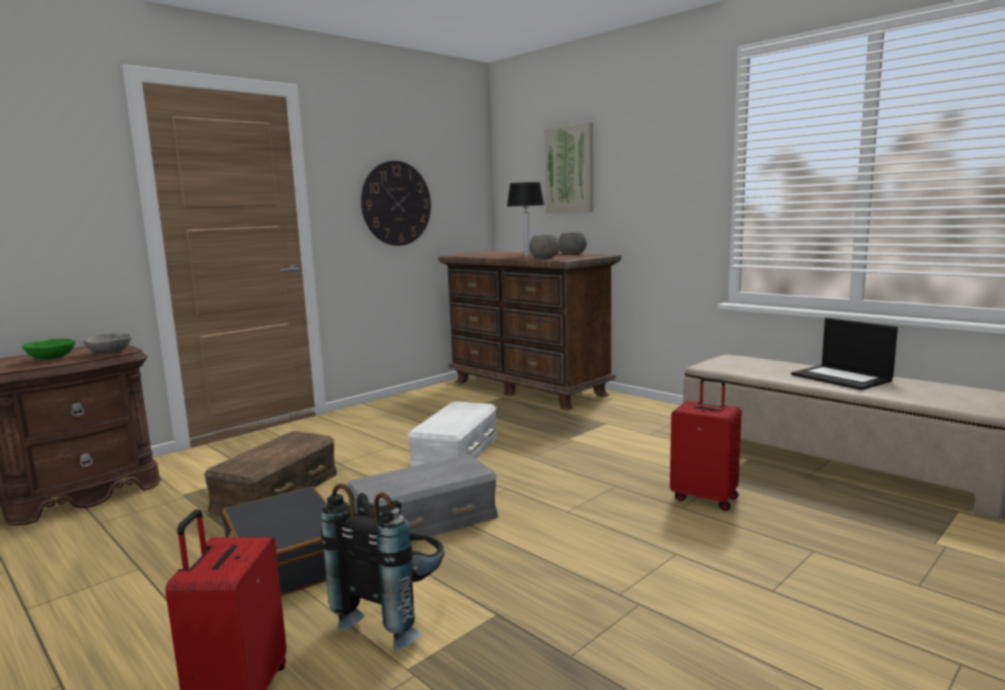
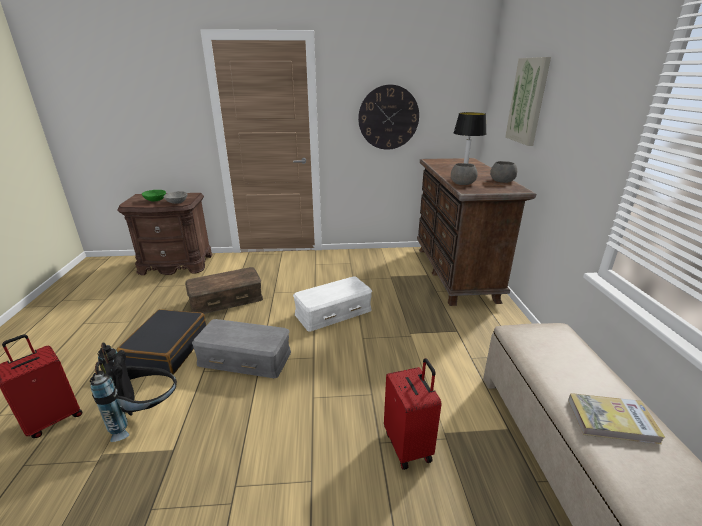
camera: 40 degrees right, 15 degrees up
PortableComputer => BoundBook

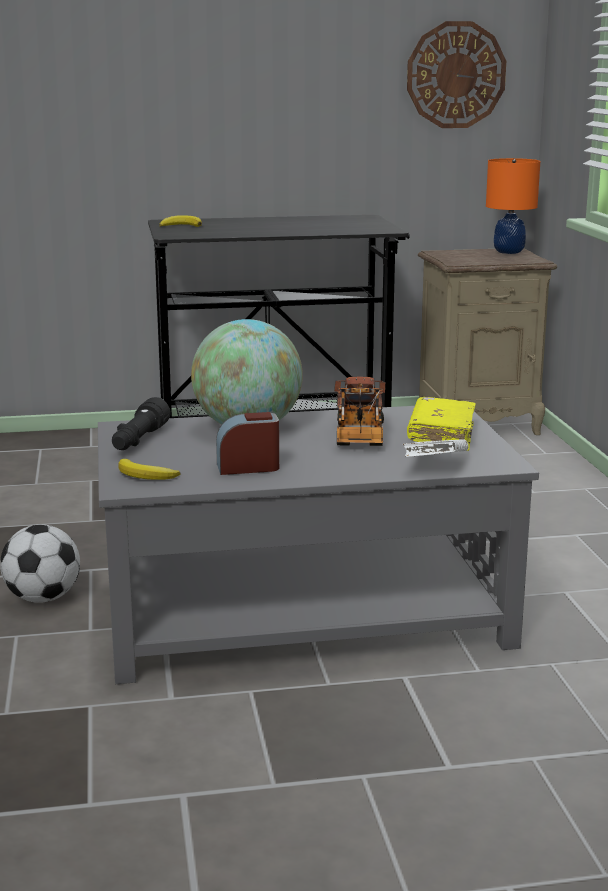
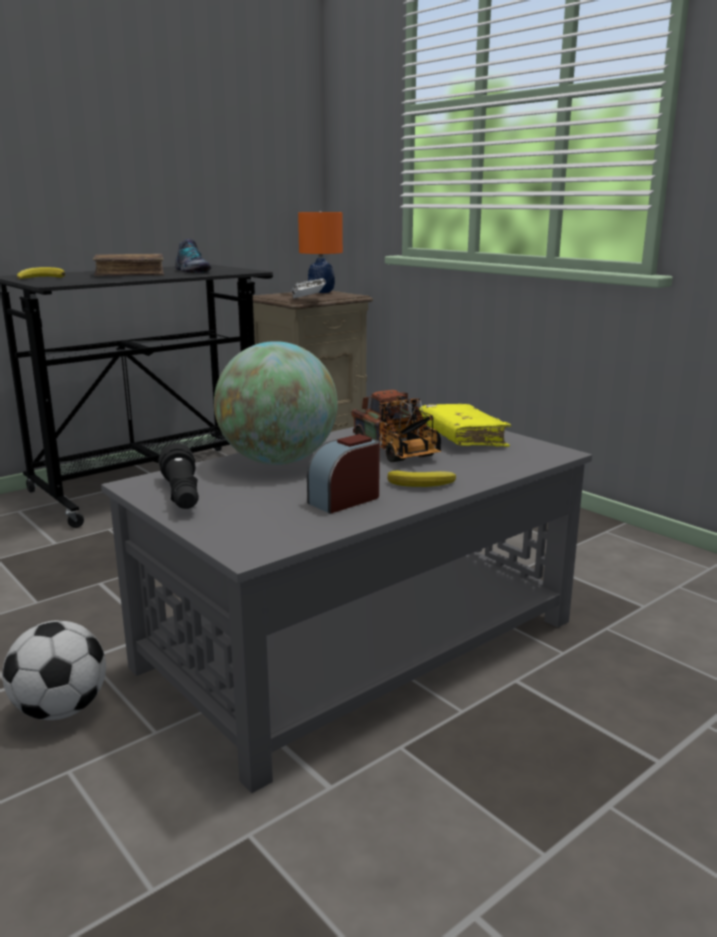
camera: 30 degrees left, 0 degrees up
ClockOnTheWall => nothing
WhitishBoundBook, shifted
BananaFruit (no. 1 from left in the first image) => BananaFruit (no. 2 from left), shifted
nothing => ItemOfFootwear
nothing => BrownishBoundBook

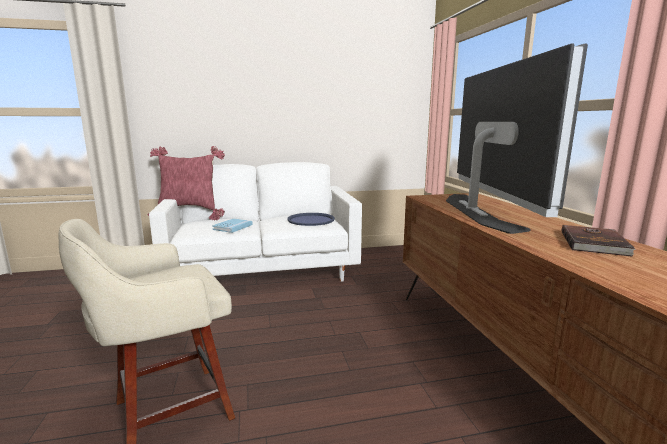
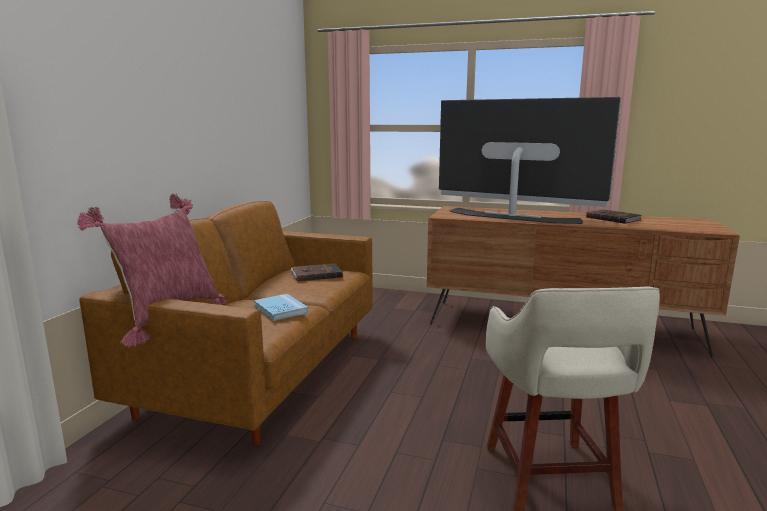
camera: 60 degrees left, 0 degrees up
WhitishSofa => BrownishSofa
BlueColouredTray => BrownishBoundBook (no. 1 from left)

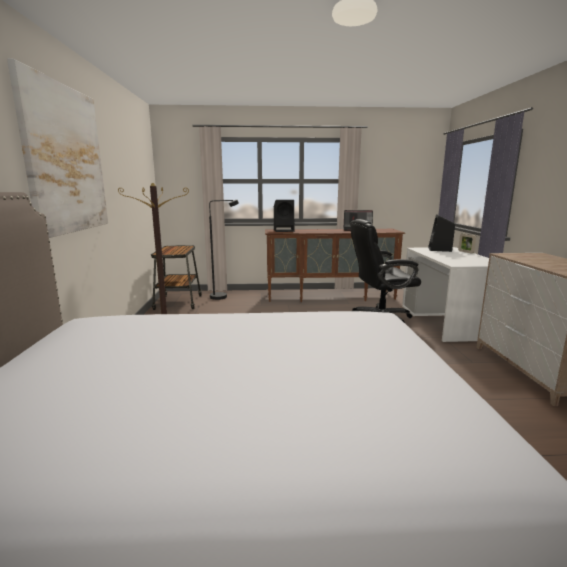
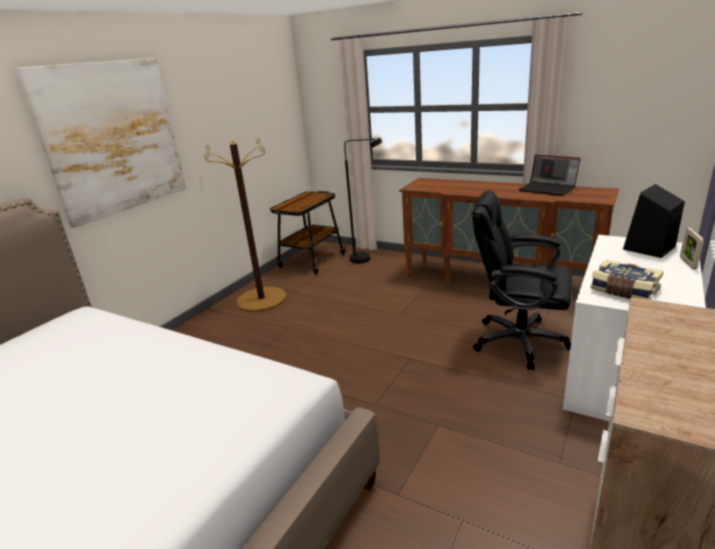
camera: 35 degrees right, 10 degrees up
BlackishAudioSpeaker (no. 1 from left) => nothing
nothing => BoundBook

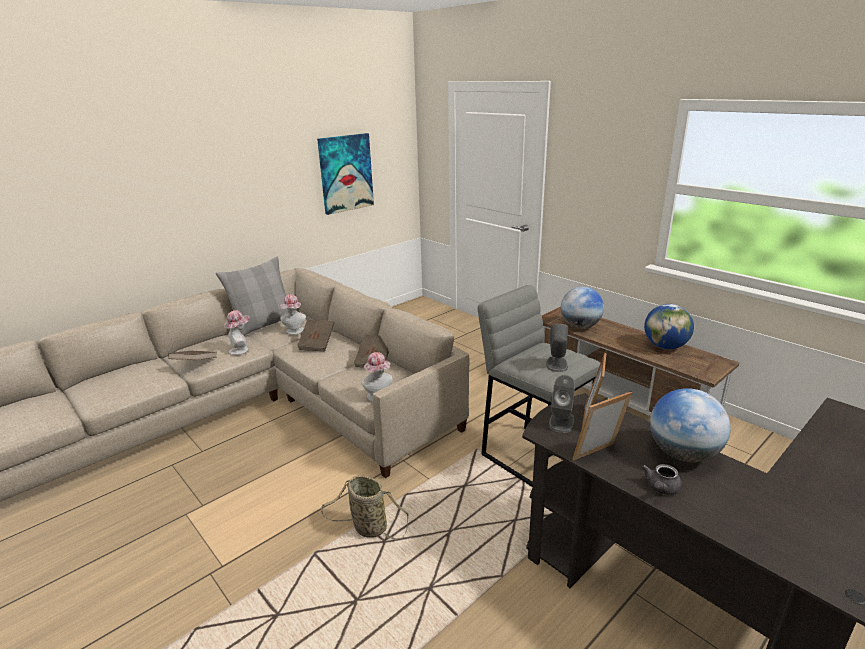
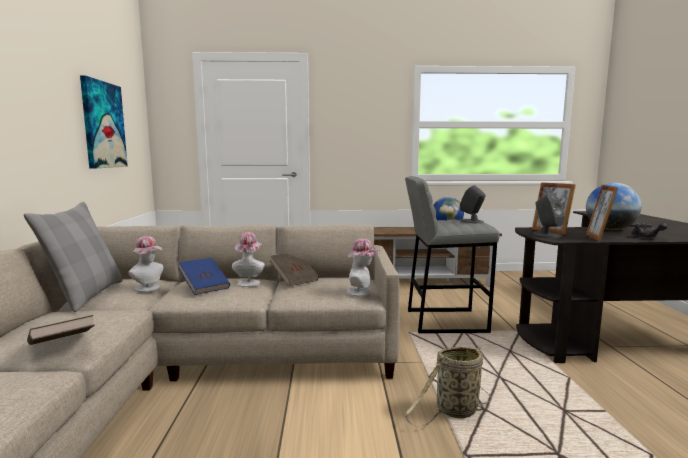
camera: 50 degrees left, 15 degrees down
WorldGlobe (no. 1 from left) => nothing
Hat (no. 1 from left in the first image) => Hat (no. 2 from left), shifted
BrownishBoundBook (no. 2 from left) => BlueColouredBoundBook

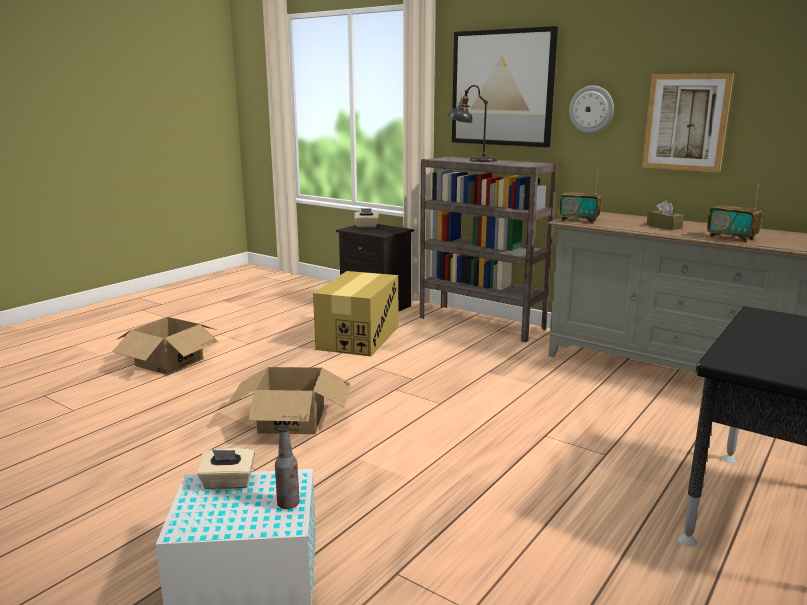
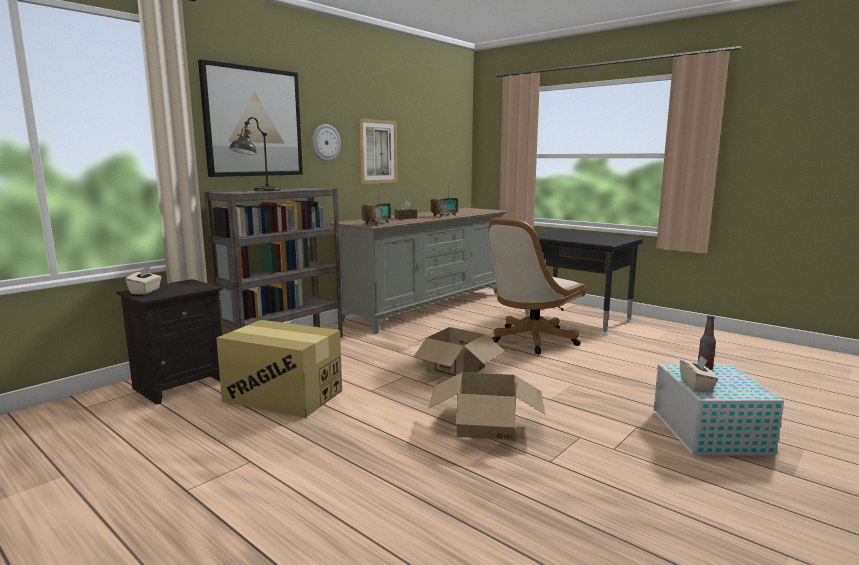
camera: 85 degrees left, 5 degrees down
CardboardBox (no. 1 from left in the first image) => CardboardBox (no. 2 from left), shifted
nothing => OfficeChair

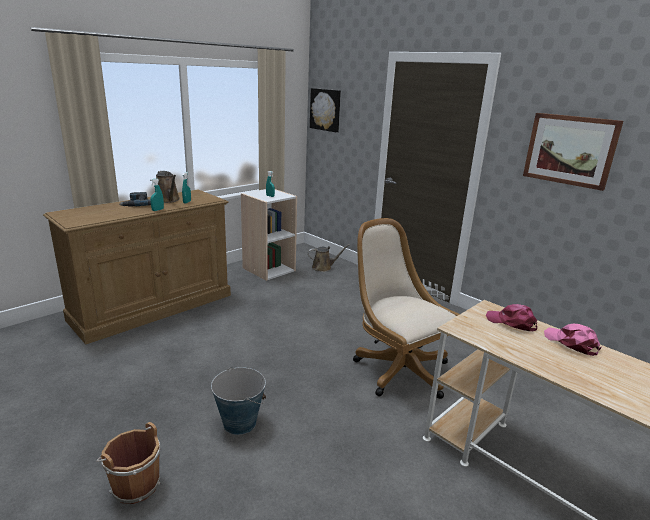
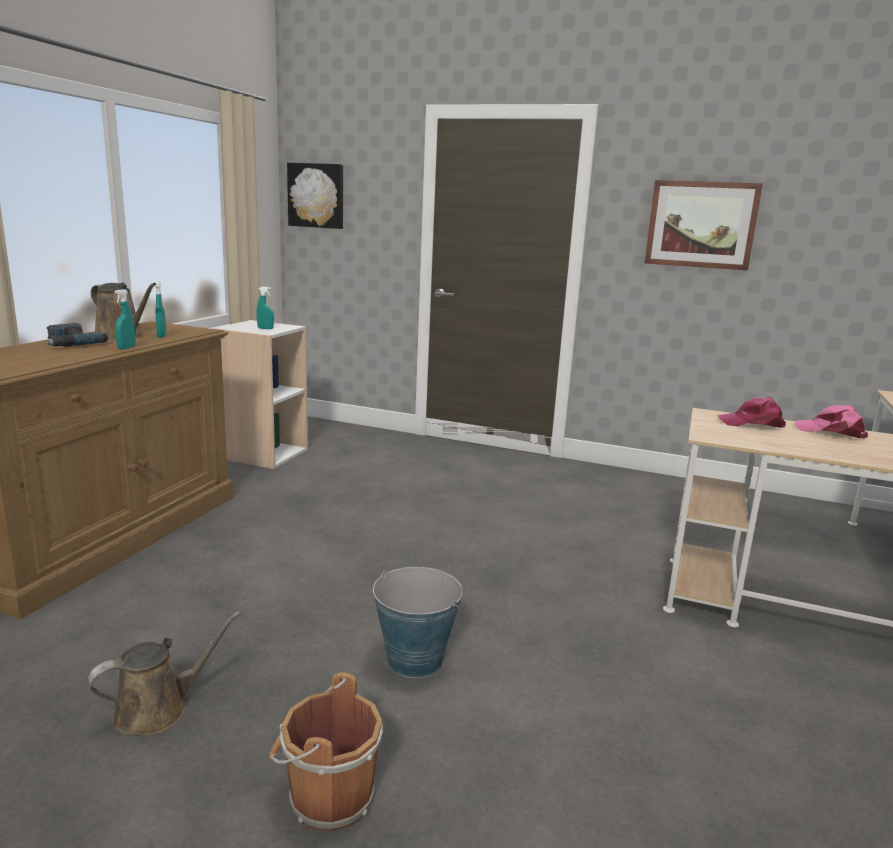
camera: 25 degrees left, 5 degrees down
OfficeChair => nothing
BrownishWateringPot (no. 2 from left), shifted

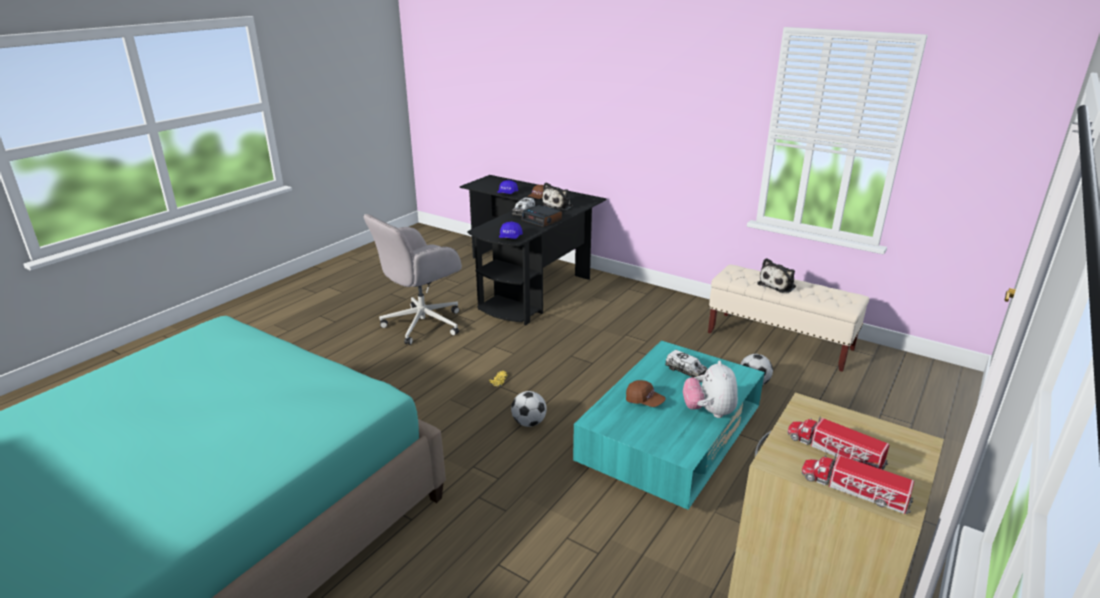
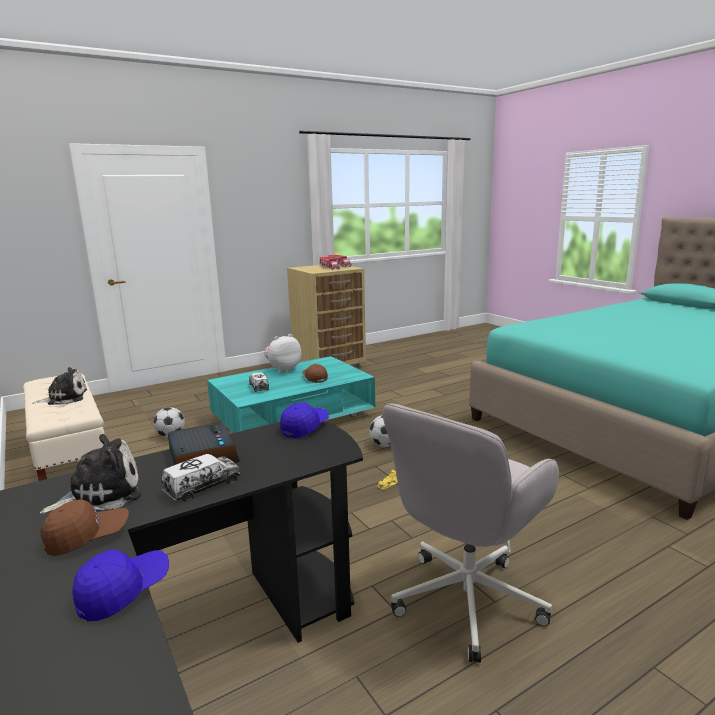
camera: 155 degrees left, 10 degrees down
GreyishOfficeChair, 150 degrees clockwise
CuddlyToy (no. 2 from left in the first image) => CuddlyToy (no. 3 from left), 150 degrees counterclockwise

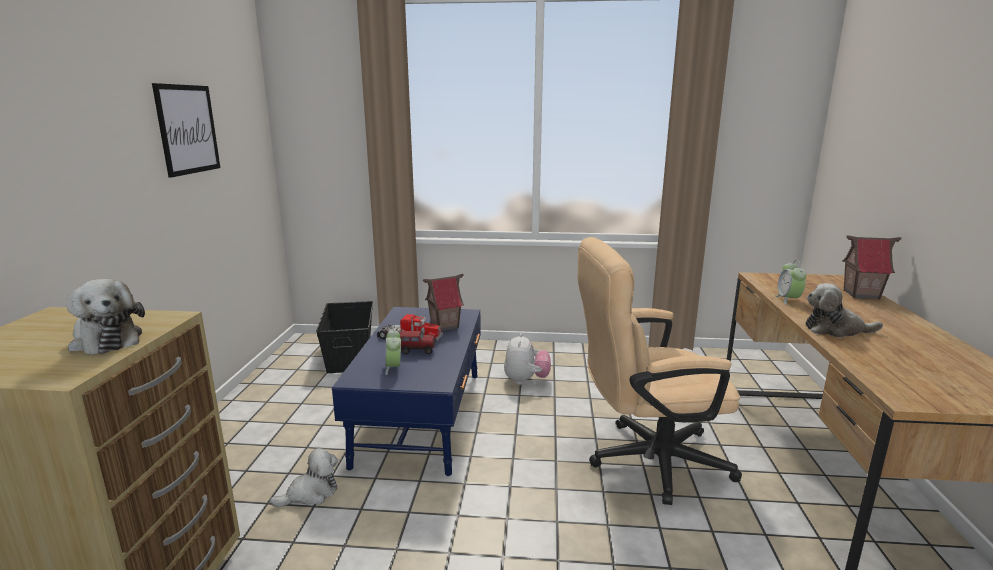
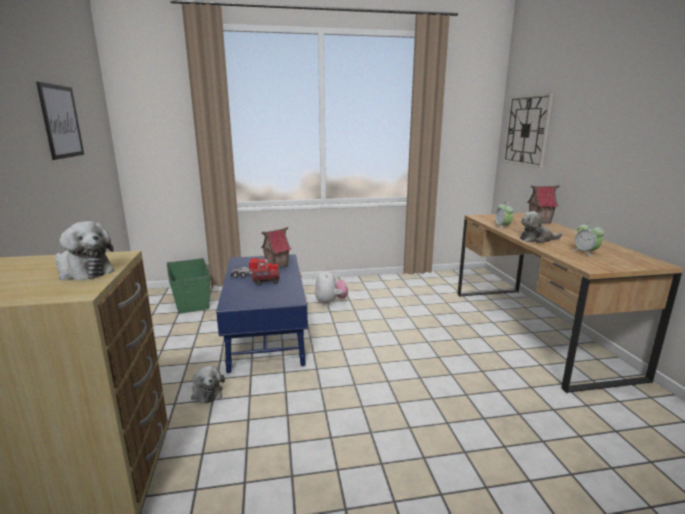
camera: 15 degrees left, 0 degrees up
BeigeOfficeChair => nothing
BlackishStorageBox => GreenColouredStorageBox
BedsideClock (no. 1 from left in the first image) => BedsideClock (no. 2 from left), shifted
CuddlyToy (no. 2 from left), 105 degrees clockwise
nothing => ClockOnTheWall

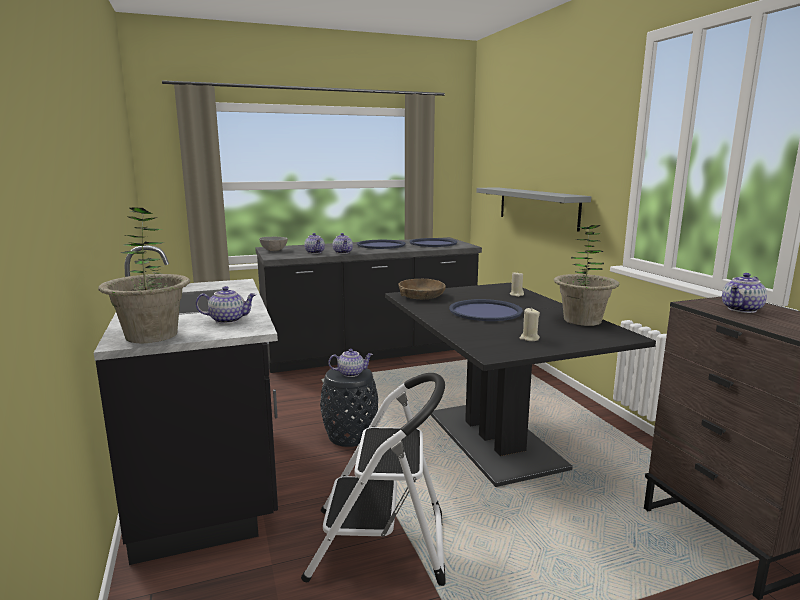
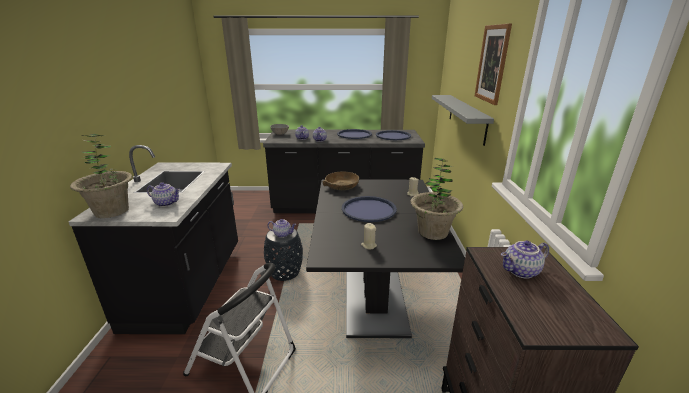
camera: 20 degrees right, 10 degrees up
nothing => WallArt

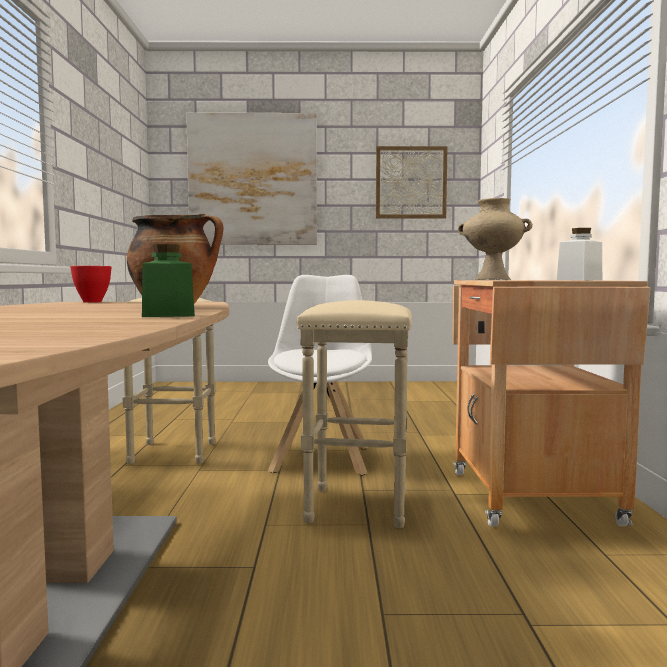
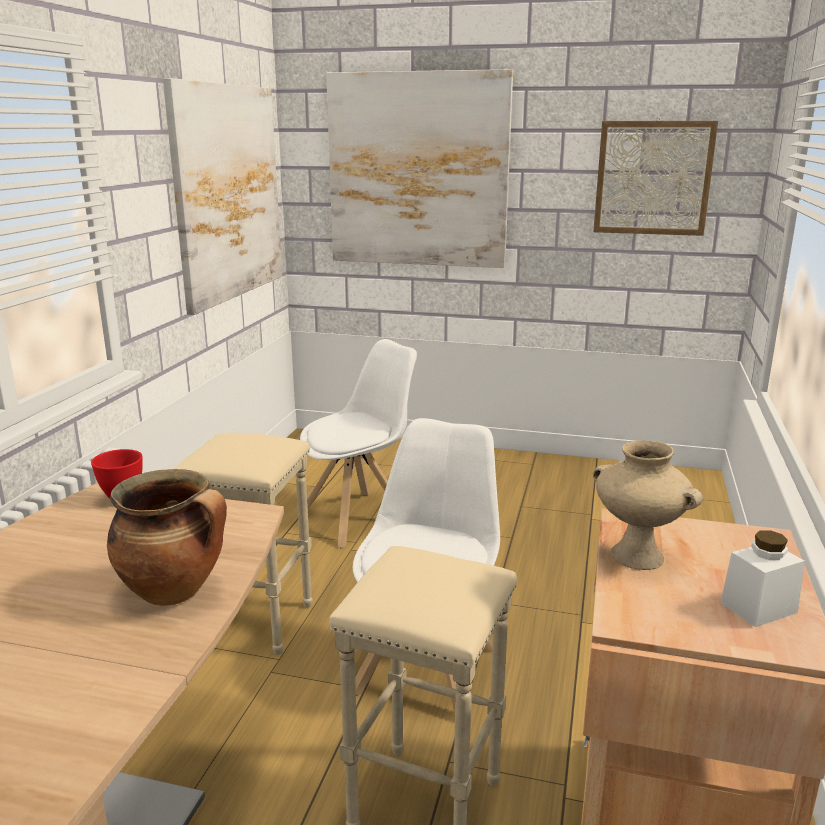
camera: 15 degrees right, 15 degrees up
GreenColouredStorageJar => nothing
nothing => WallArt (no. 1 from left)
nothing => WhitishUprightChair (no. 1 from left)

